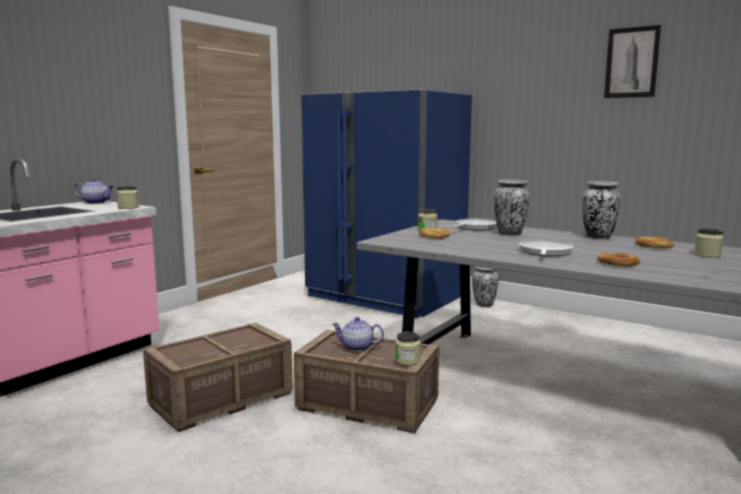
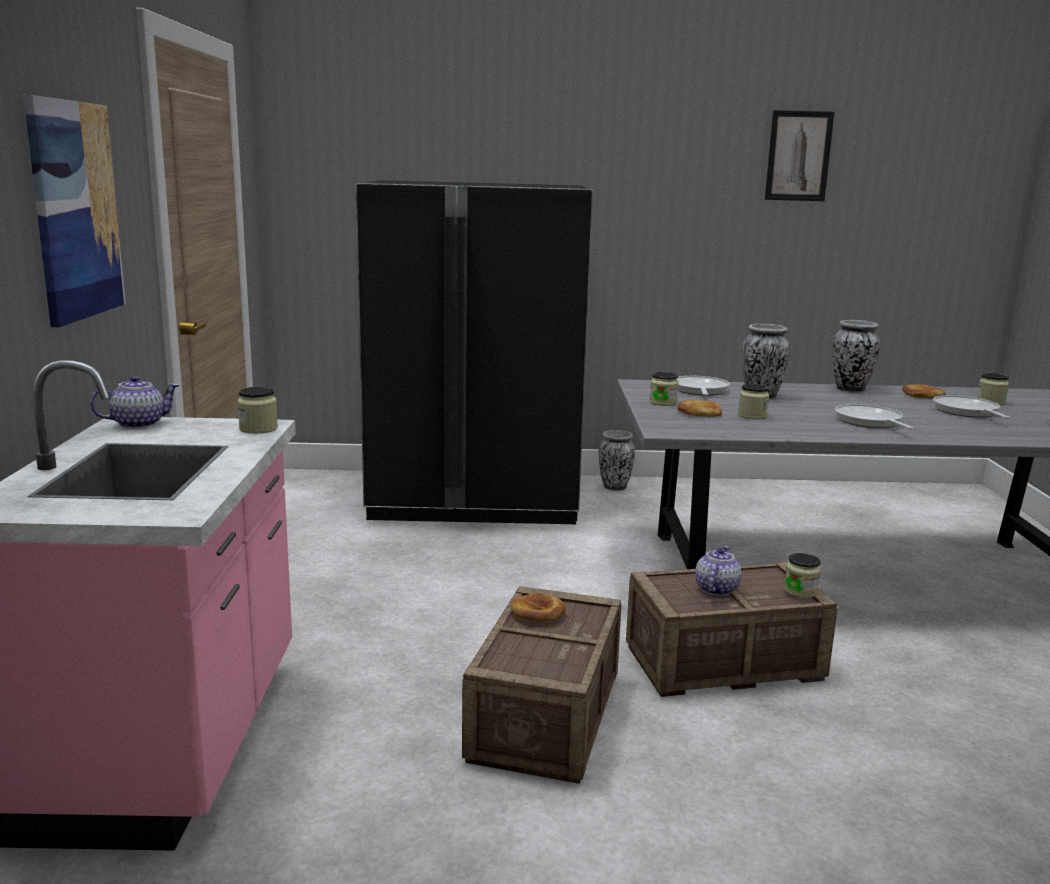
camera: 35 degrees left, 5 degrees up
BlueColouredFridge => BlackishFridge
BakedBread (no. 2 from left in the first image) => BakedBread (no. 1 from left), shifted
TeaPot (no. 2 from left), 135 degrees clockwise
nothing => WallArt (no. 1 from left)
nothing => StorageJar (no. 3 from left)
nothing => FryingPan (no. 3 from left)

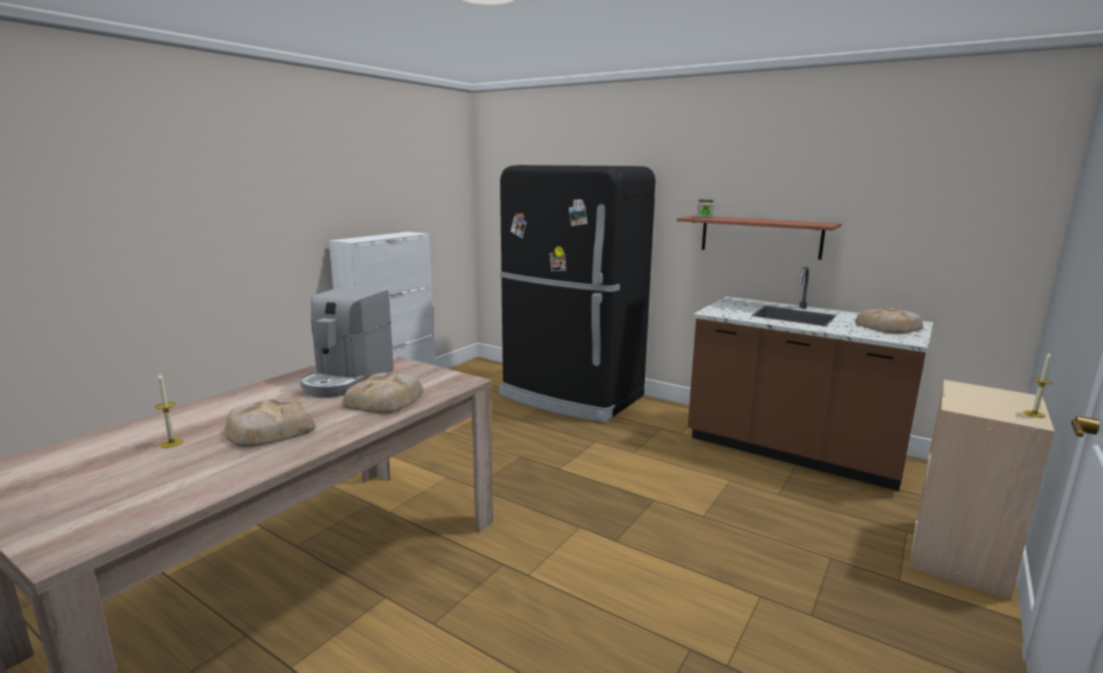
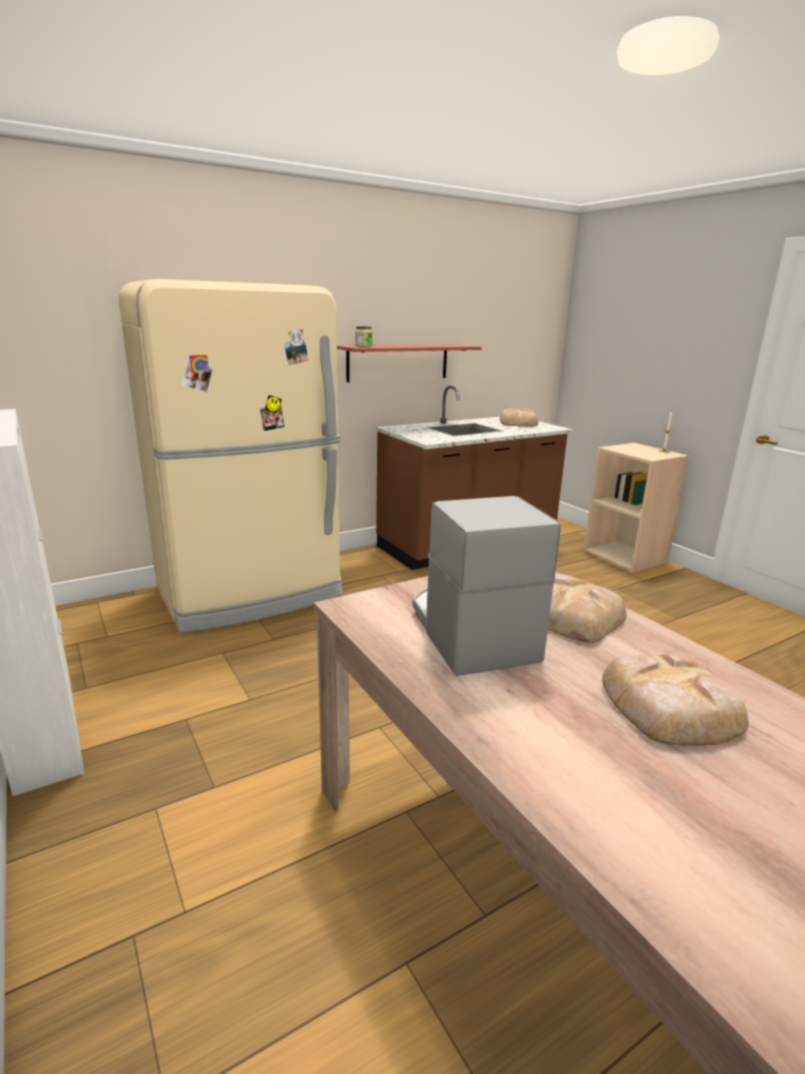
camera: 65 degrees left, 5 degrees up
BlackishFridge => BeigeFridge
CoffeeMachine, 150 degrees counterclockwise
Candle (no. 1 from left) => nothing

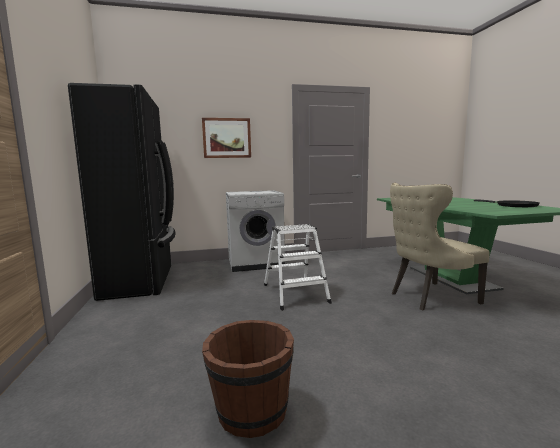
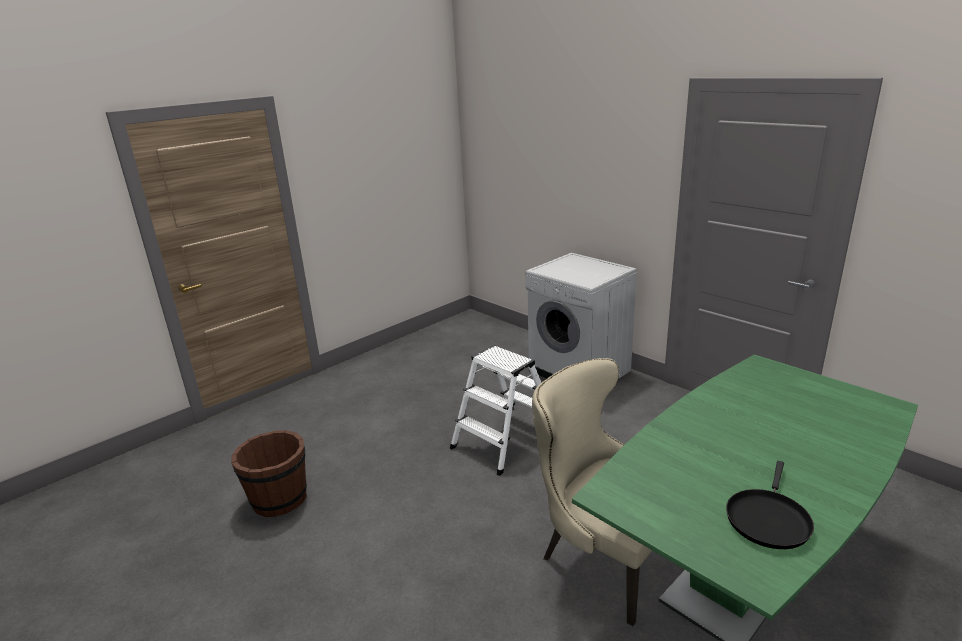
camera: 60 degrees right, 15 degrees up
BlackishFridge => nothing
WallArt => nothing

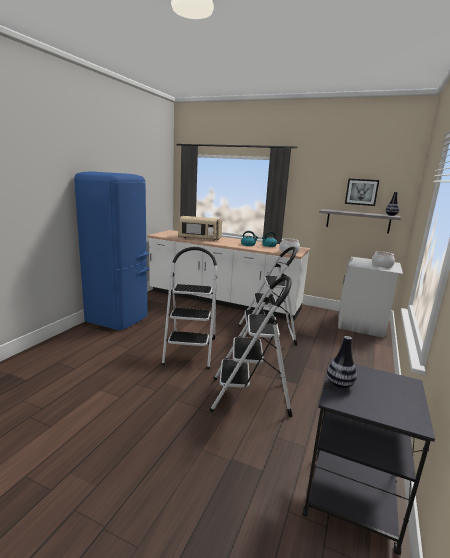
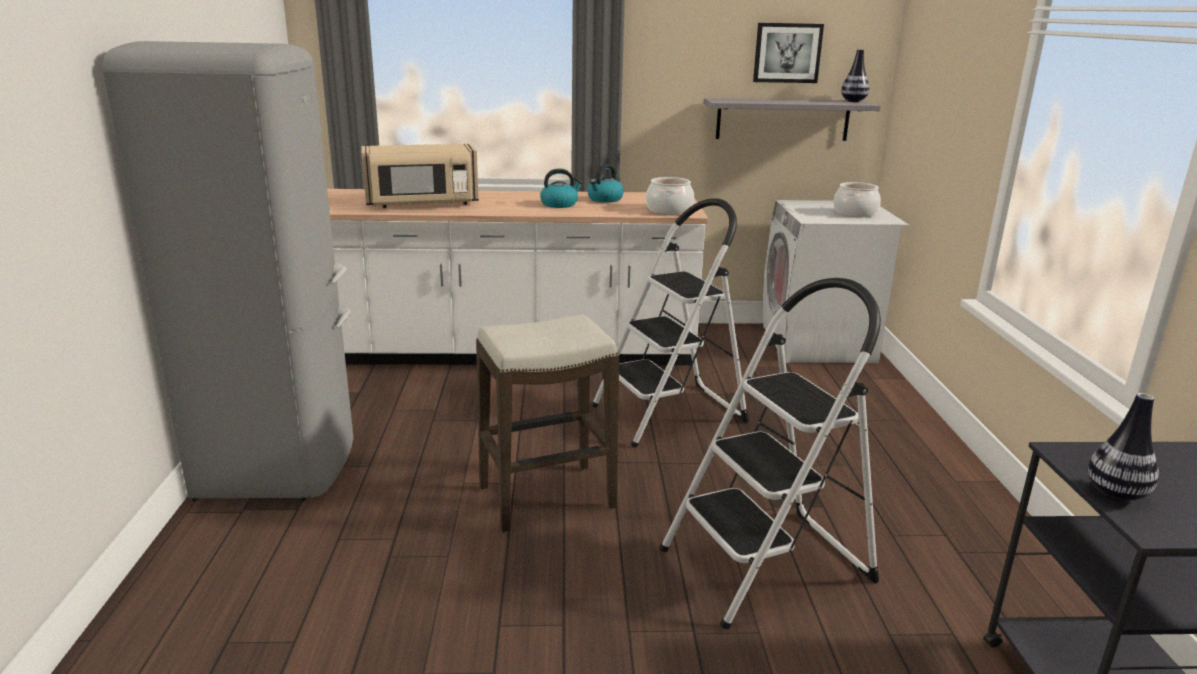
camera: 25 degrees left, 5 degrees up
BlueColouredFridge => GreyishFridge
StepStool (no. 1 from left) => SittingStool

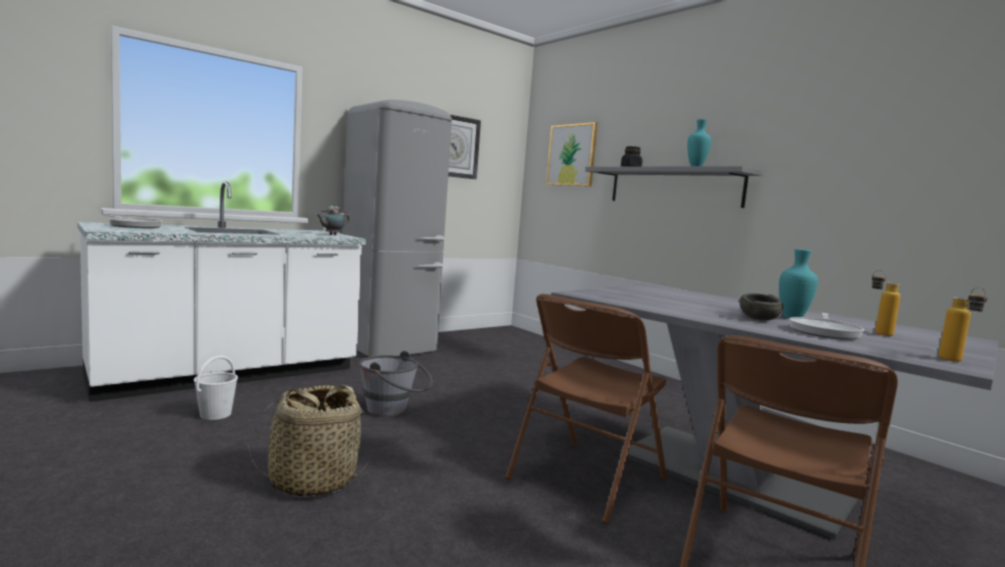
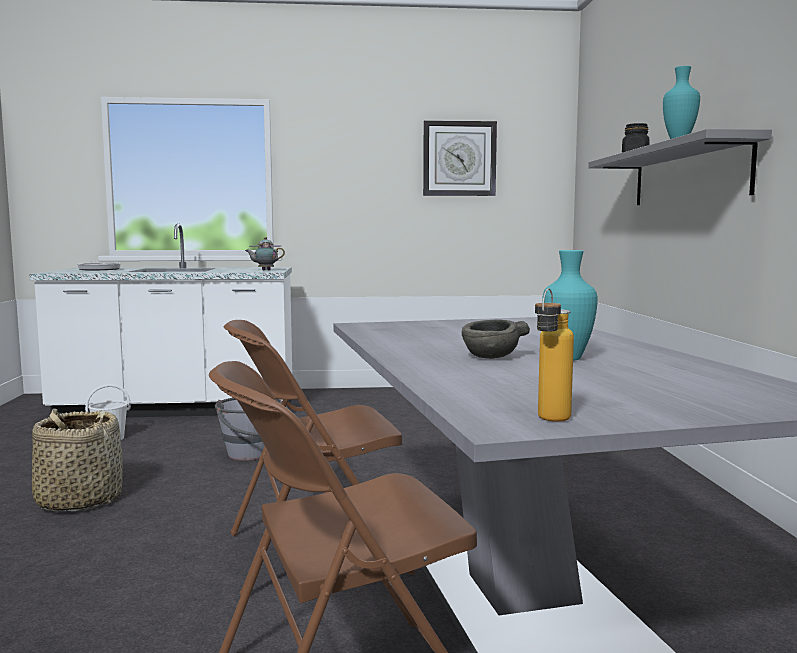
camera: 35 degrees right, 0 degrees up
GreyishFridge => nothing
WallArt => nothing
BeverageBottle (no. 1 from left) => nothing
FryingPan (no. 2 from left) => nothing

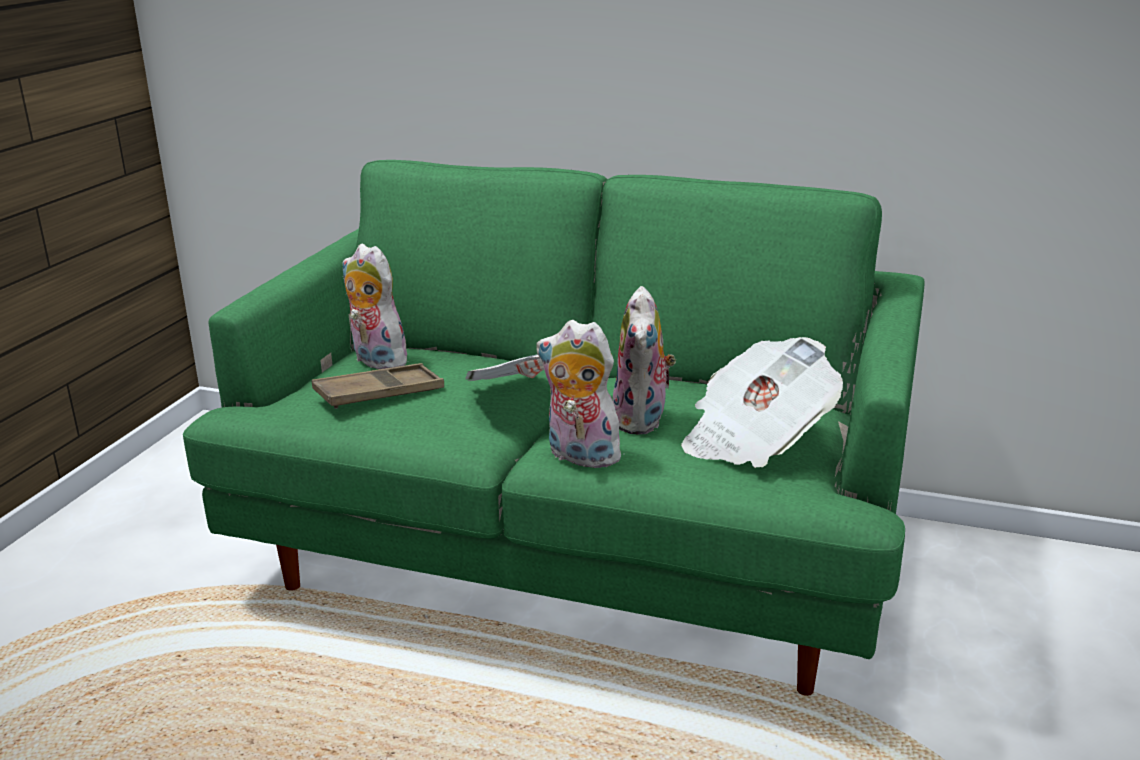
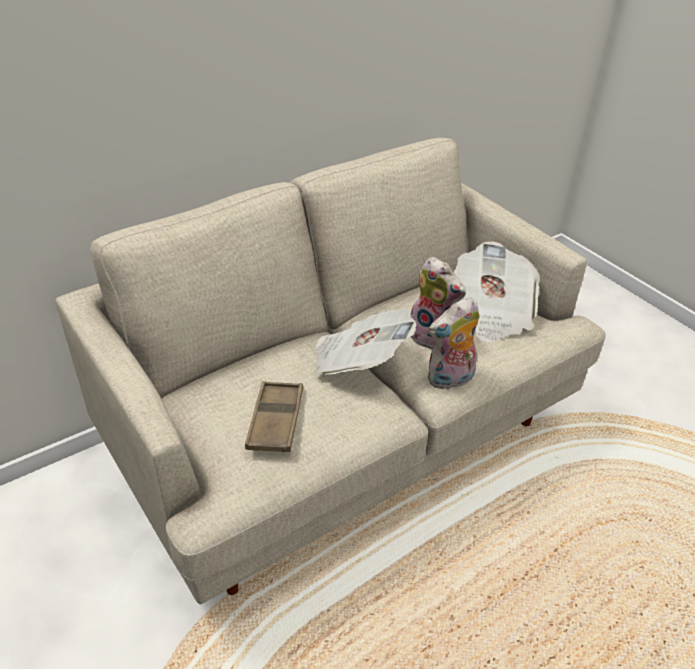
camera: 55 degrees left, 15 degrees up
GreenColouredSofa => BeigeSofa
CuddlyToy (no. 1 from left) => nothing

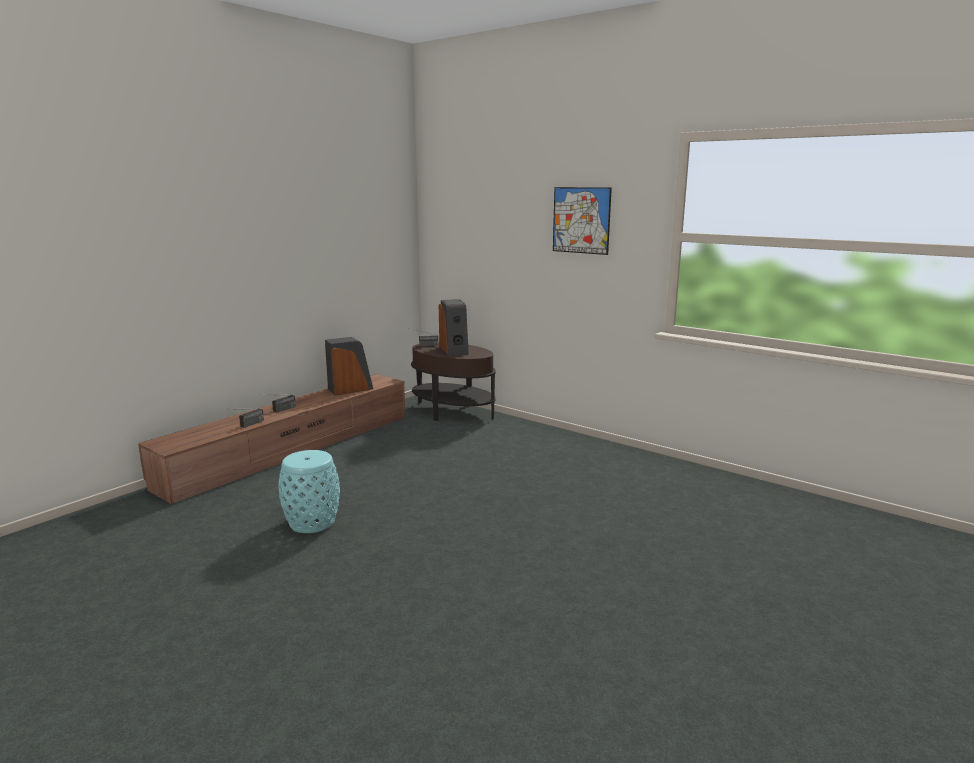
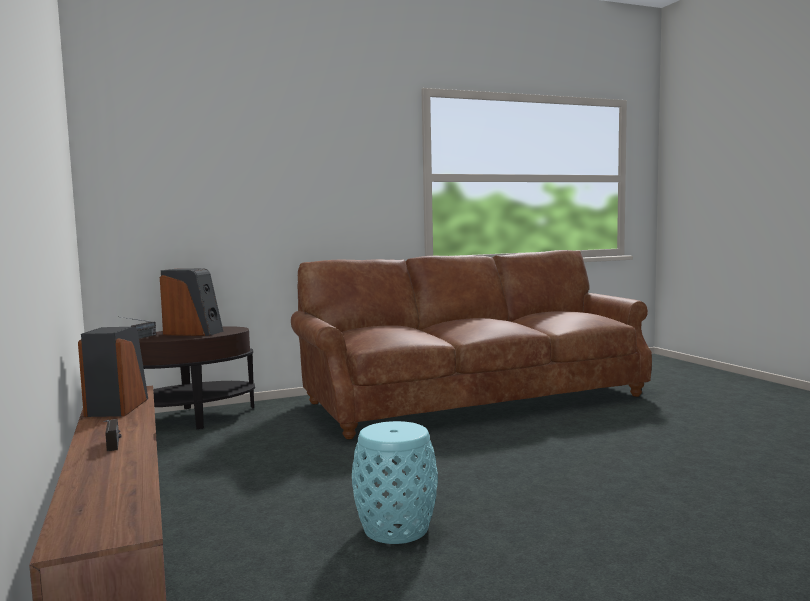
camera: 60 degrees left, 10 degrees down
WallArt => nothing
RadioSet (no. 1 from left) => nothing
nothing => BrownishSofa

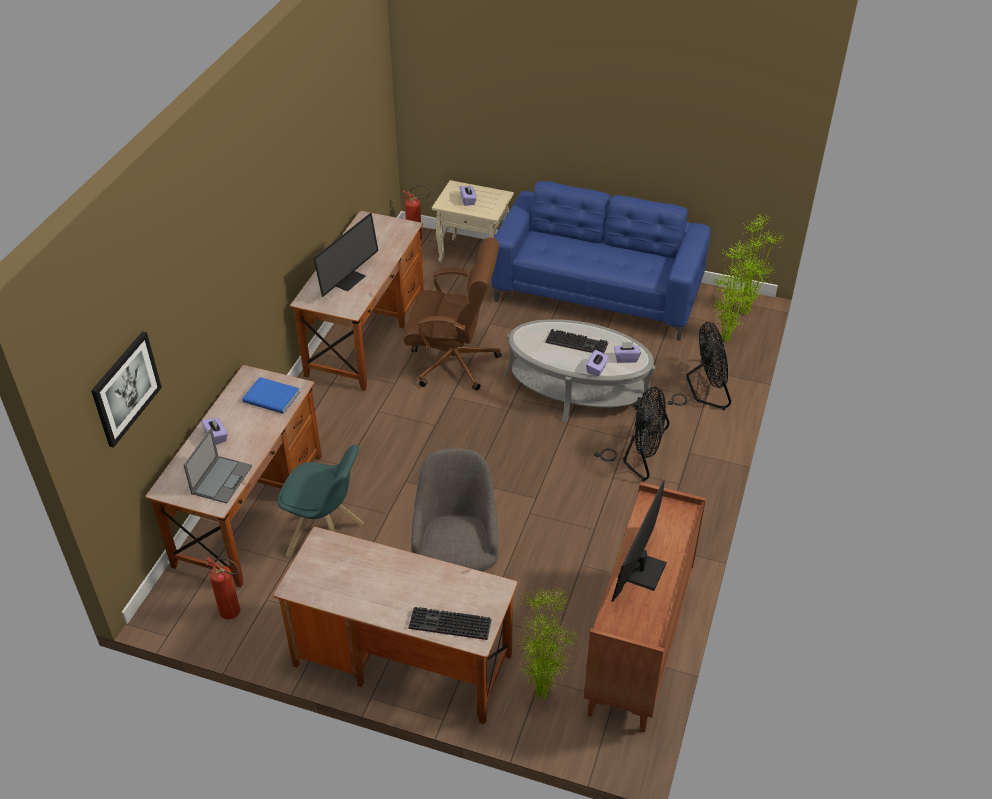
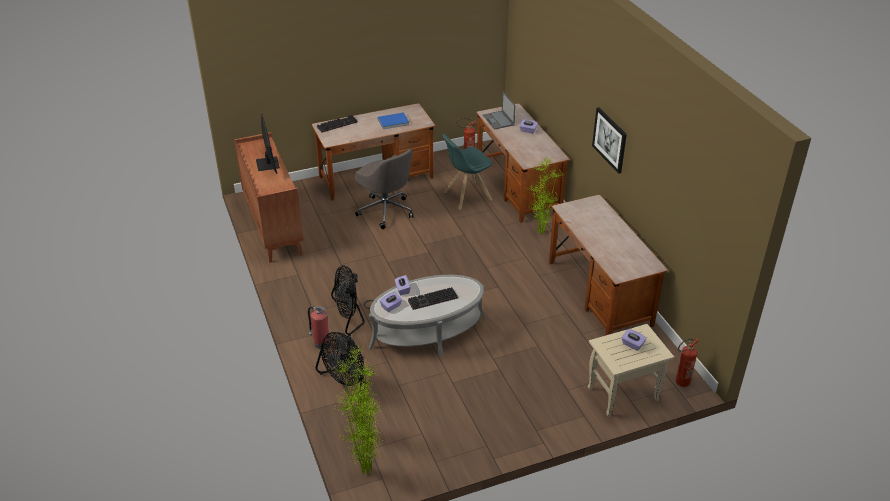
camera: 140 degrees right, 5 degrees down
BlueColouredSofa => nothing
Monitor (no. 1 from left) => nothing
BrownishOfficeChair => nothing
WallArt, shifted
BlueColouredBoundBook, shifted
PottedPlant (no. 1 from left in the first image) => PottedPlant (no. 3 from left), shifted
nothing => FireExtinguisher (no. 1 from left)

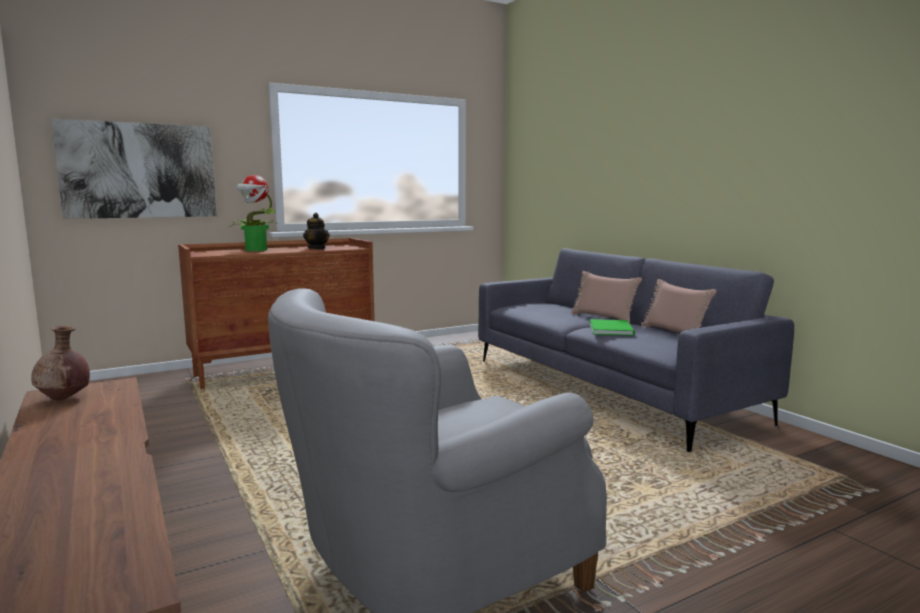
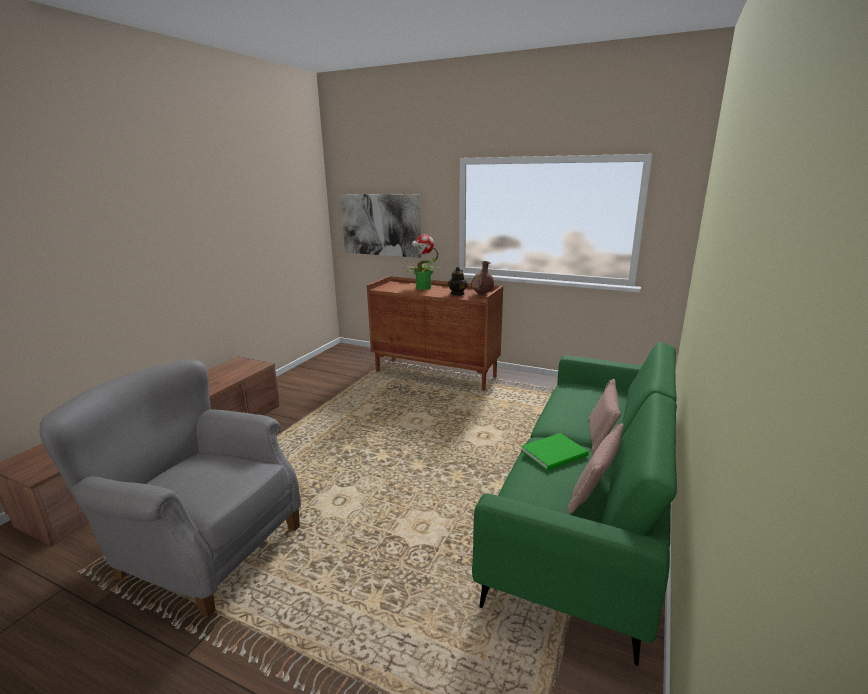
camera: 55 degrees right, 10 degrees up
GreyishSofa => GreenColouredSofa
BrownishVase, shifted

